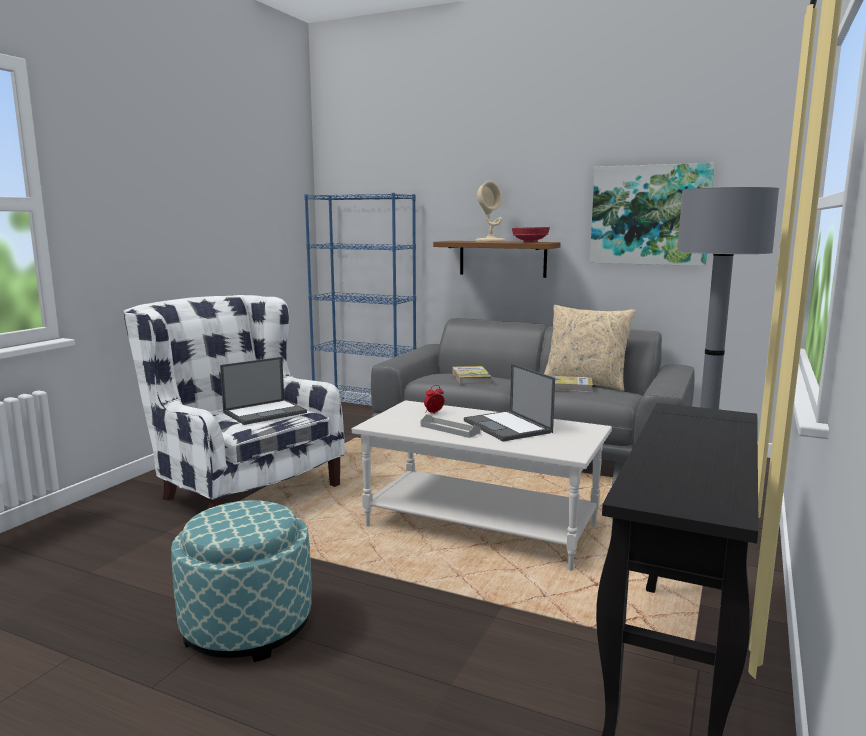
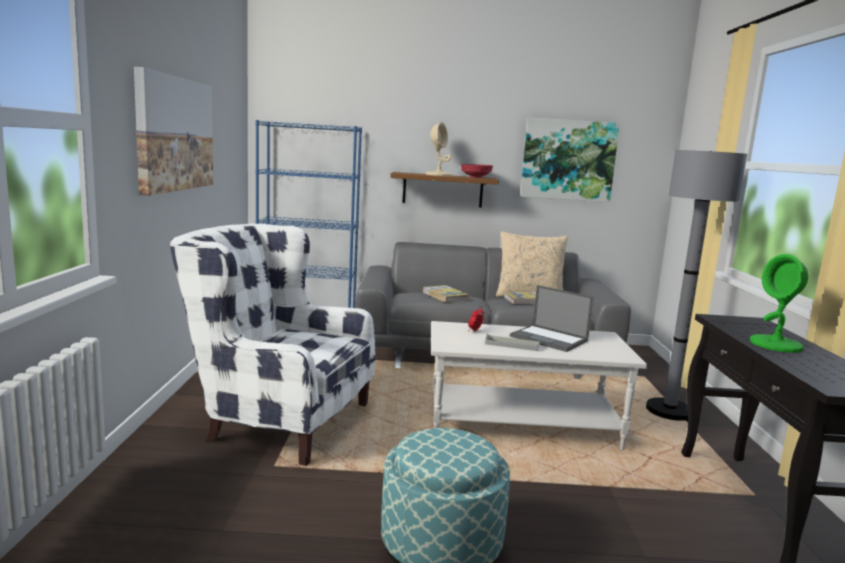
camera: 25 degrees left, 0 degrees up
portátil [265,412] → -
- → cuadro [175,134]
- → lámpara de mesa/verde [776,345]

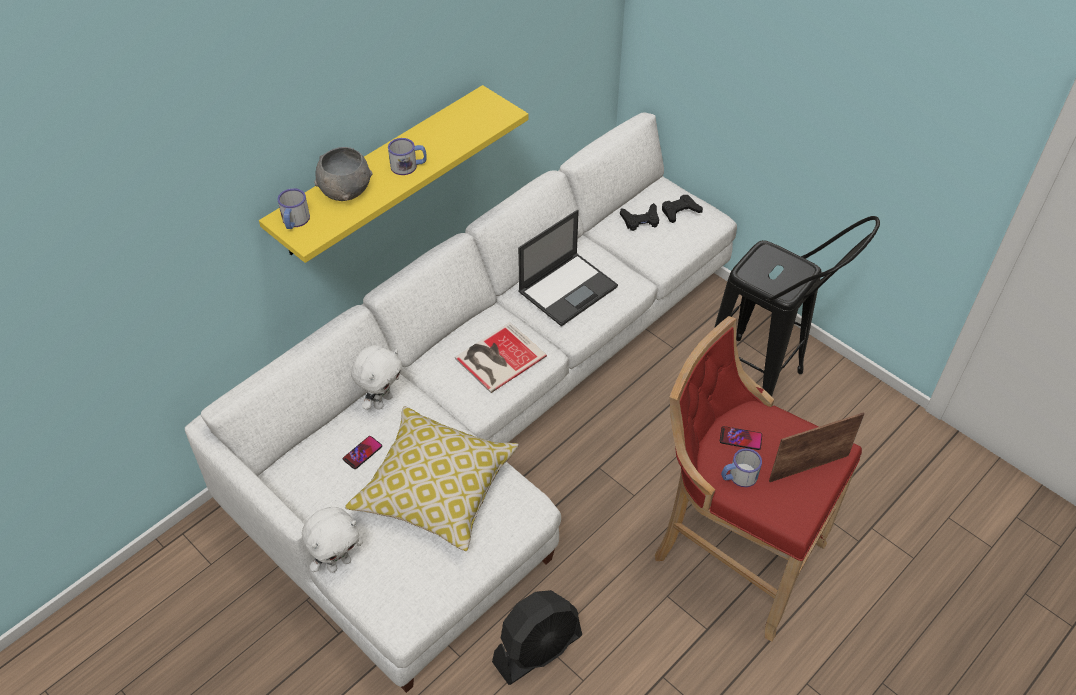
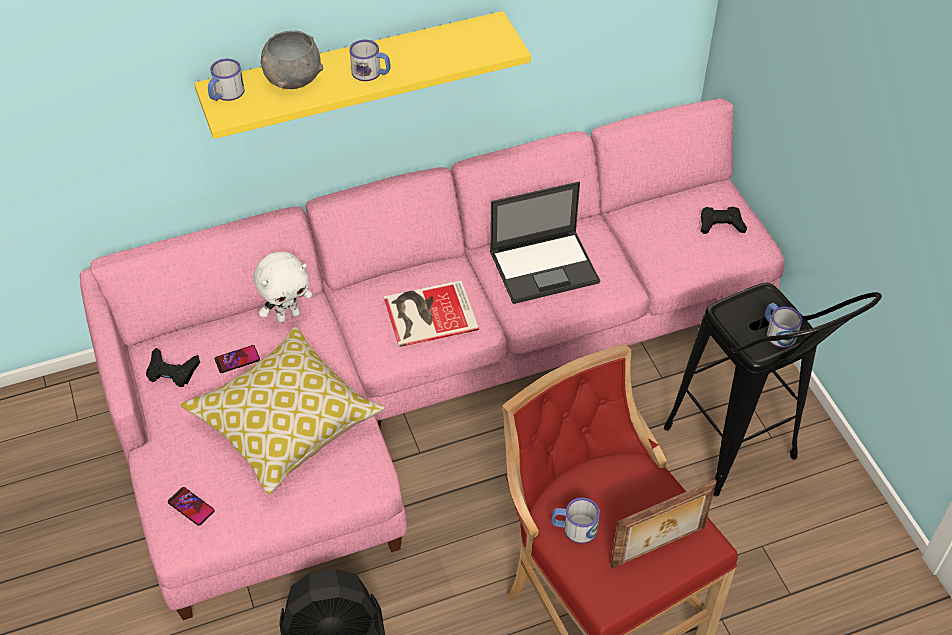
camera: 25 degrees right, 0 degrees up
sofá/blanco [490,411] → sofá/rosa [425,373]
peluche/blanco [339,563] → -
mando de consola/negro [640,220] → mando de consola/negro [172,371], move
móvil [740,438] → móvil [191,507], move
portarretratos [808,467] → portarretratos [659,548], 150 degrees clockwise
- → taza grande [777,332]

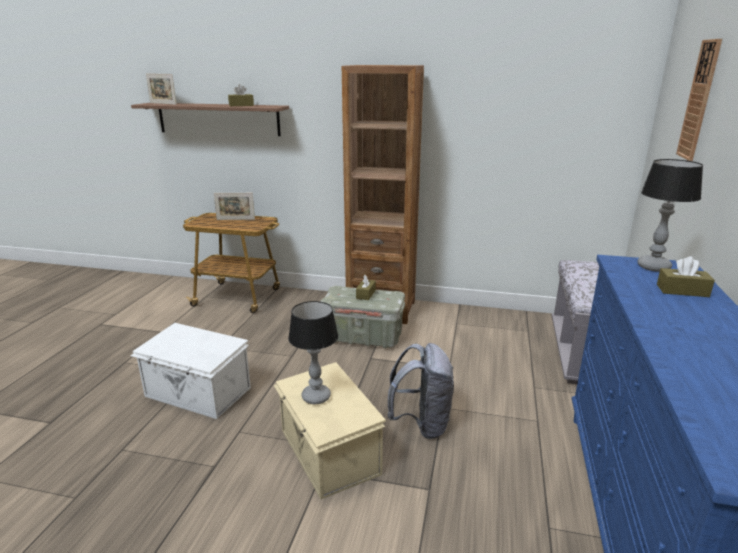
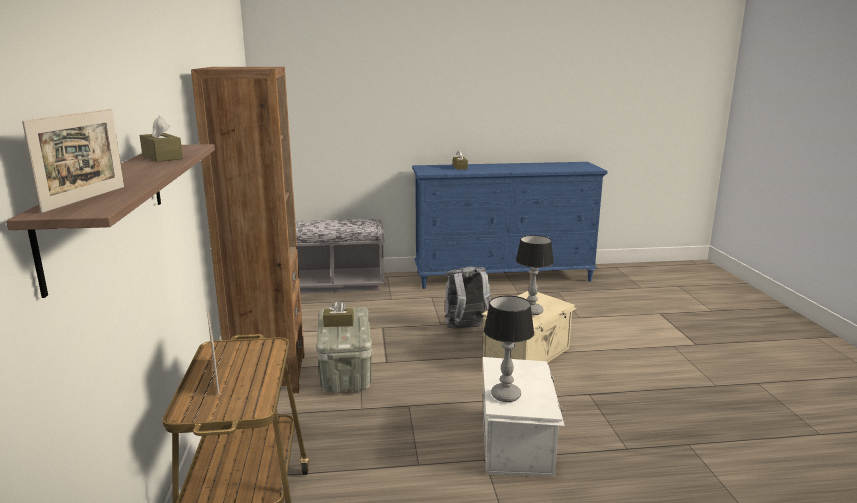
camera: 110 degrees left, 5 degrees down
lámpara de mesa [654,266] → lámpara de mesa [505,395], move
reloj de pared [699,100] → -

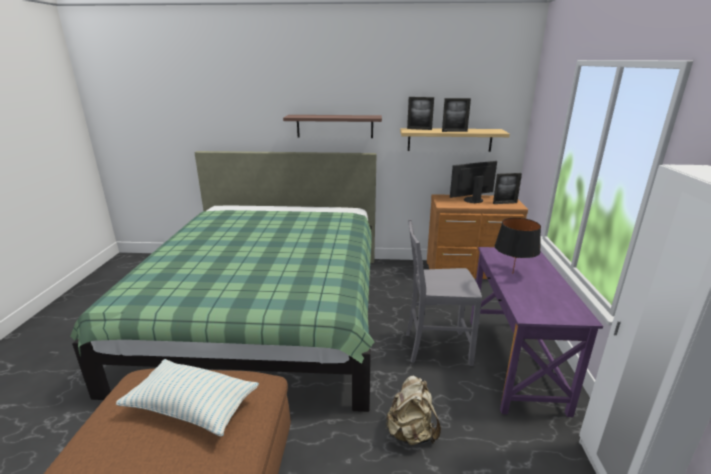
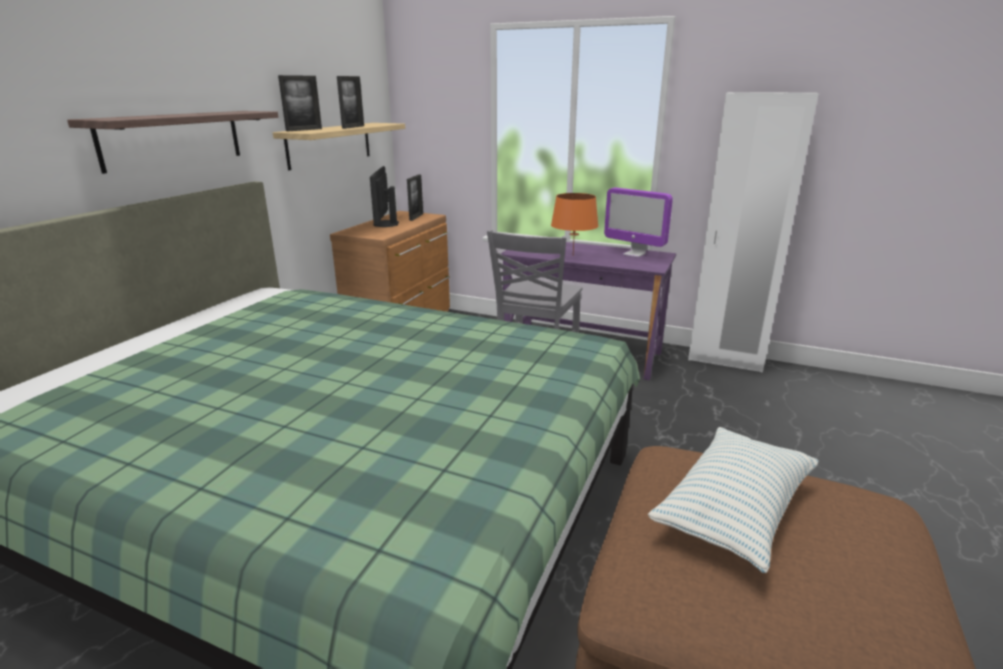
camera: 70 degrees left, 0 degrees up
mochila/beis [411,433] → -
lámpara de mesa/negro [512,273] → lámpara de mesa/naranja [573,255]
- → monitor [634,254]

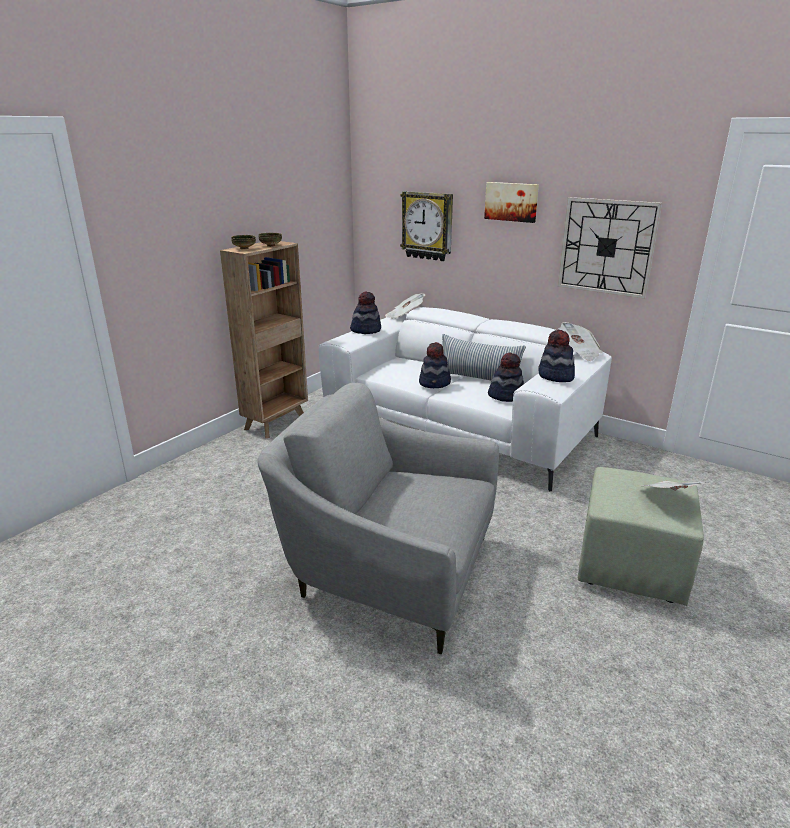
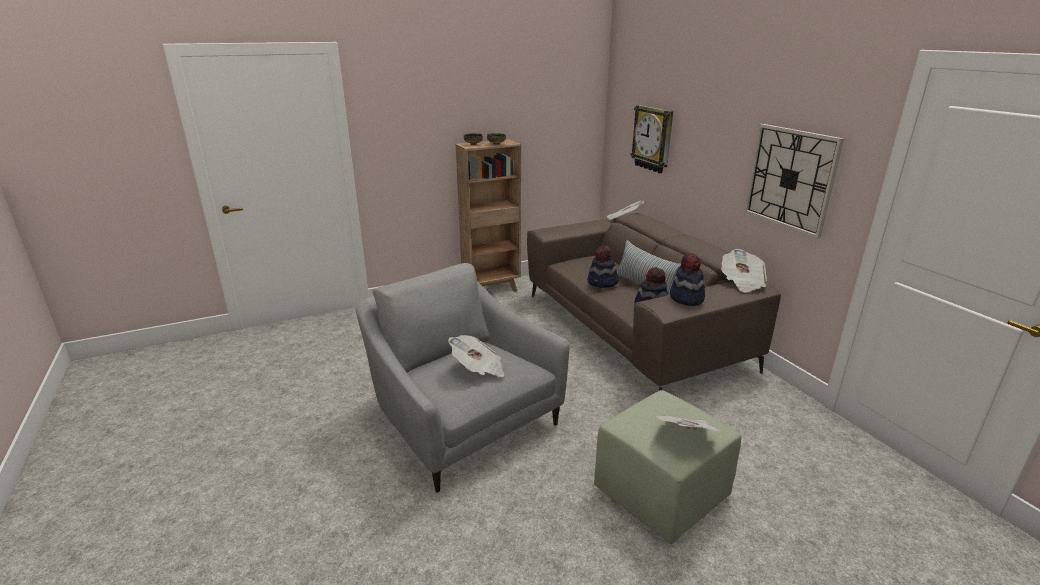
camera: 30 degrees right, 0 degrees up
sofá/blanco [458,428] → sofá/marrón [631,330]
sombrero [366,330] → -
cuadro [511,201] → -
- → periódico [478,369]

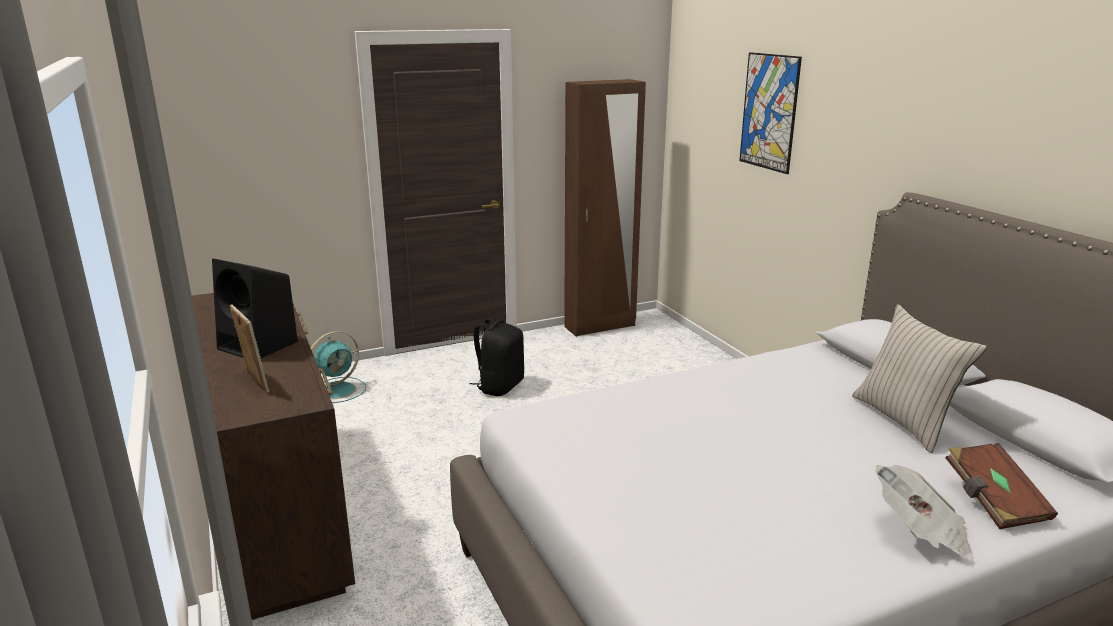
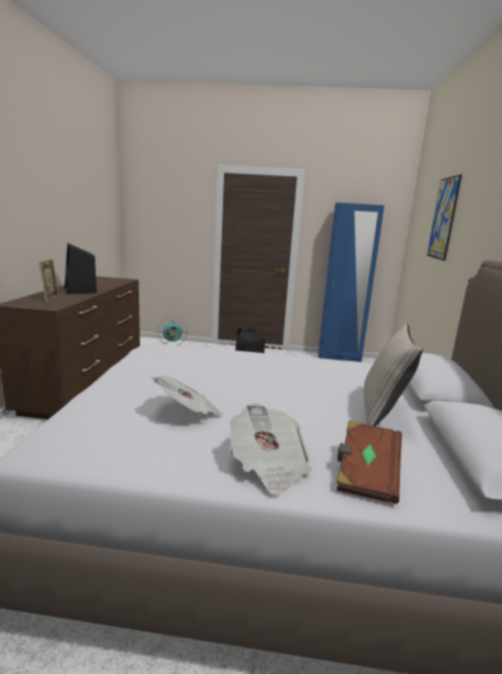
camera: 30 degrees right, 5 degrees down
armario ropero/marrón [600,326] → armario ropero/azul [339,358]
- → periódico [188,412]

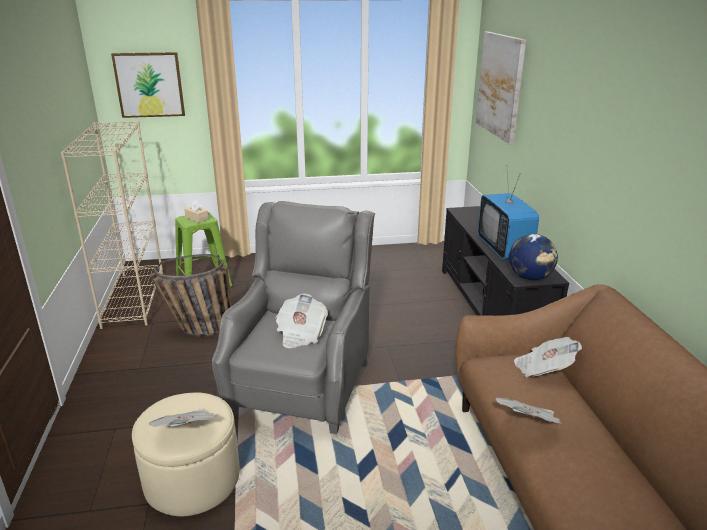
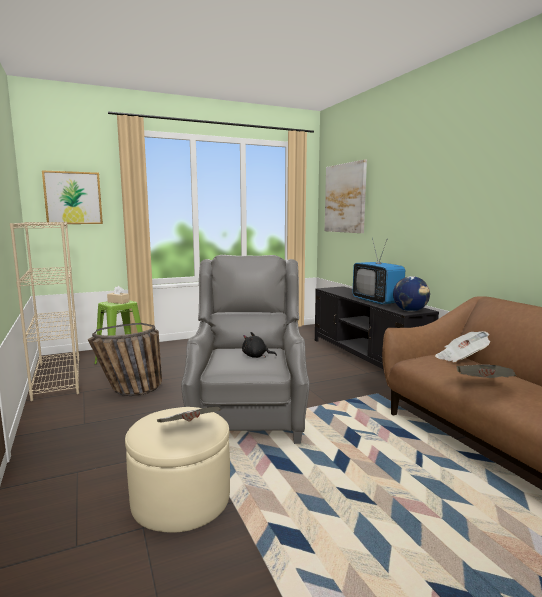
camera: 15 degrees left, 15 degrees down
periódico [300,334] → peluche/negro [256,356]

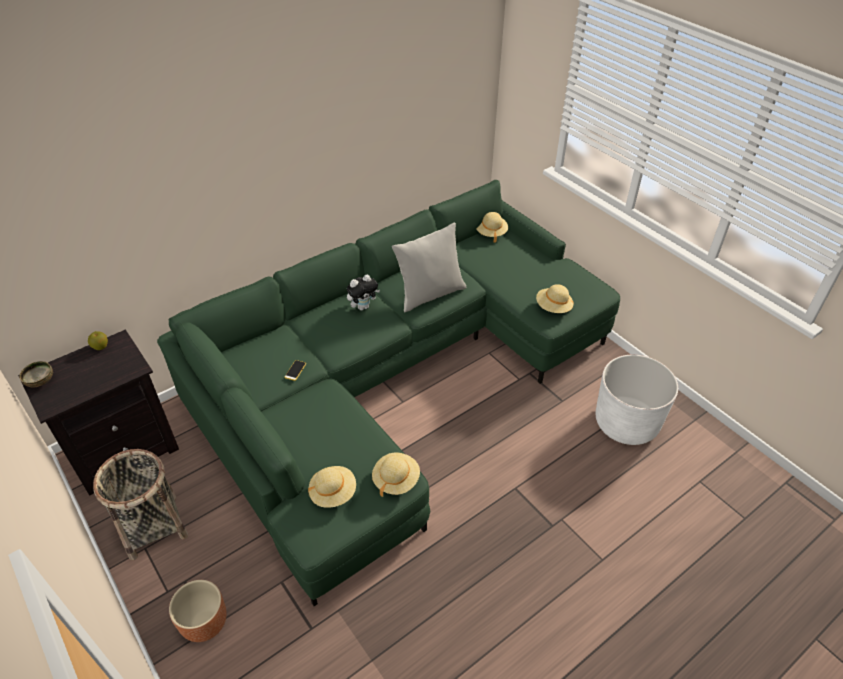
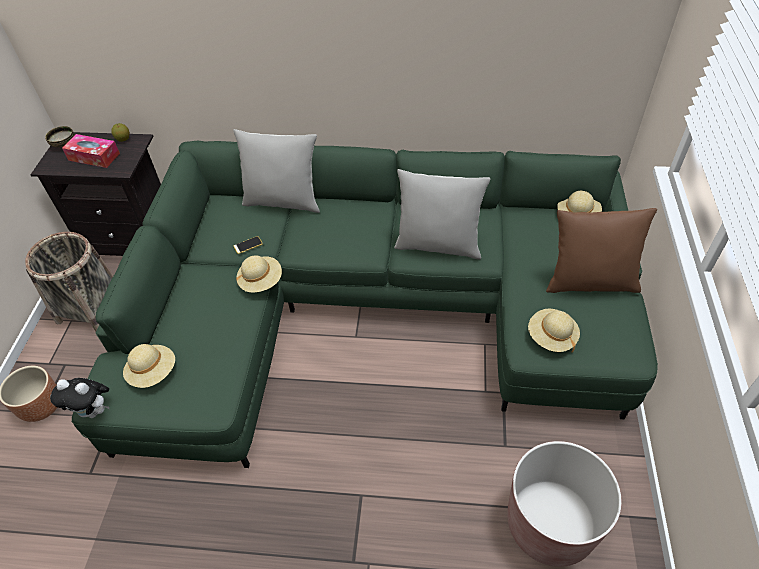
camera: 45 degrees right, 5 degrees up
peluche [363,306] → peluche [94,411], move
sombrero/beis [396,480] → sombrero/beis [261,281], move
maceta/blanco [626,423] → maceta/marrón [550,524]
- → caja de pañuelos [94,157]
- → cojín/gris [283,201]
- → cojín/marrón [590,282]

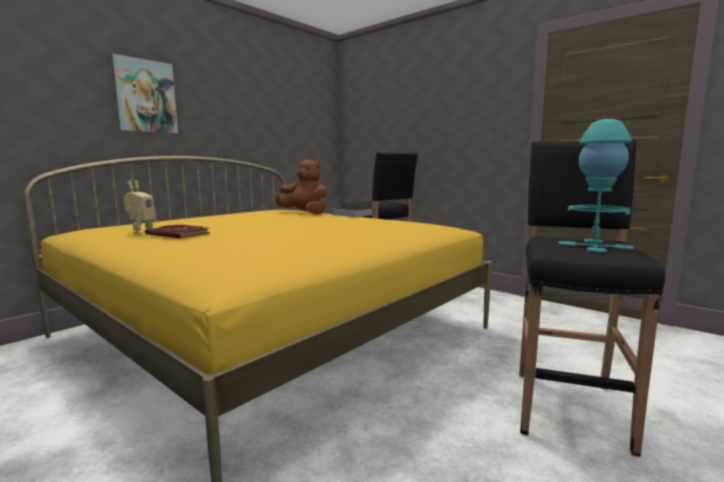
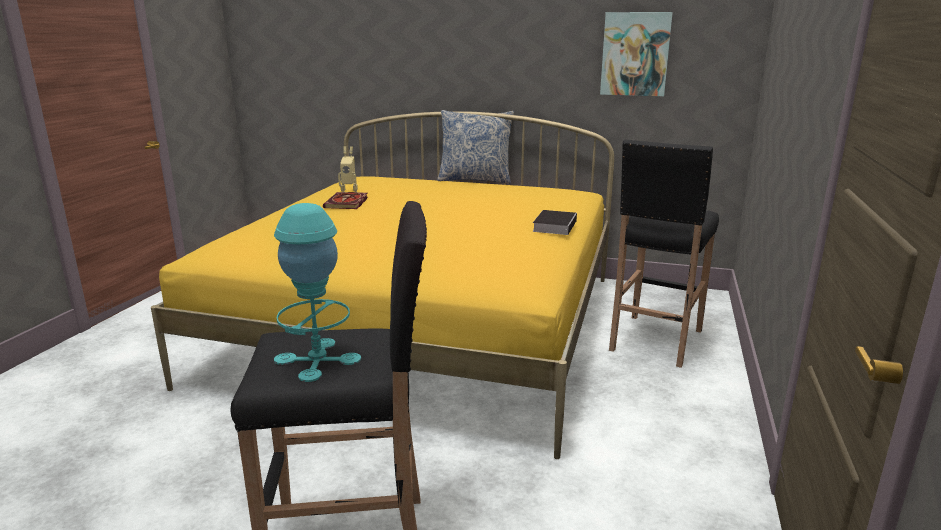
camera: 65 degrees right, 10 degrees up
cuadro [145,96] → cuadro [635,54], move
peluche/marrón [304,213] → -
- → cojín [475,180]

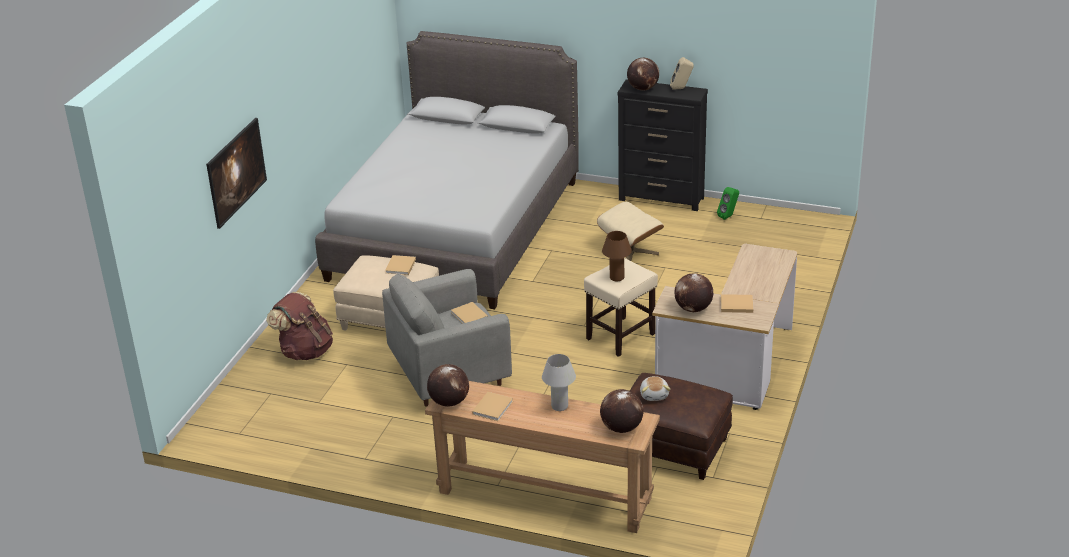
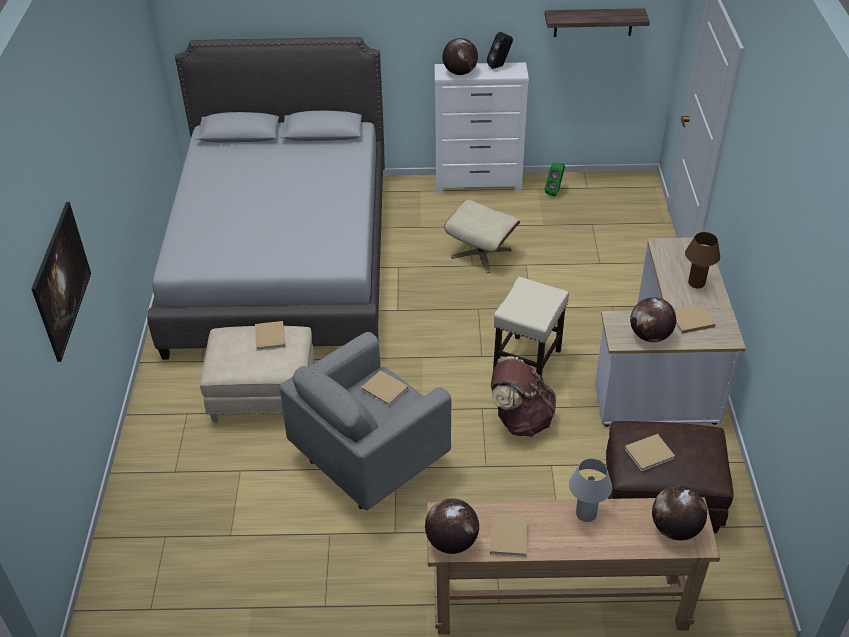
camera: 20 degrees left, 10 degrees up
mochila/marrón [305,351] → mochila/marrón [520,419], move
lámpara de mesa/marrón [617,278] → lámpara de mesa/marrón [696,283], move
cómoda/negro [662,199] → cómoda/blanco [479,183]
peluche [654,395] → libro/beis [650,453]
altavoz/beis [681,88] → altavoz/negro [499,66]
- → estante [593,22]

